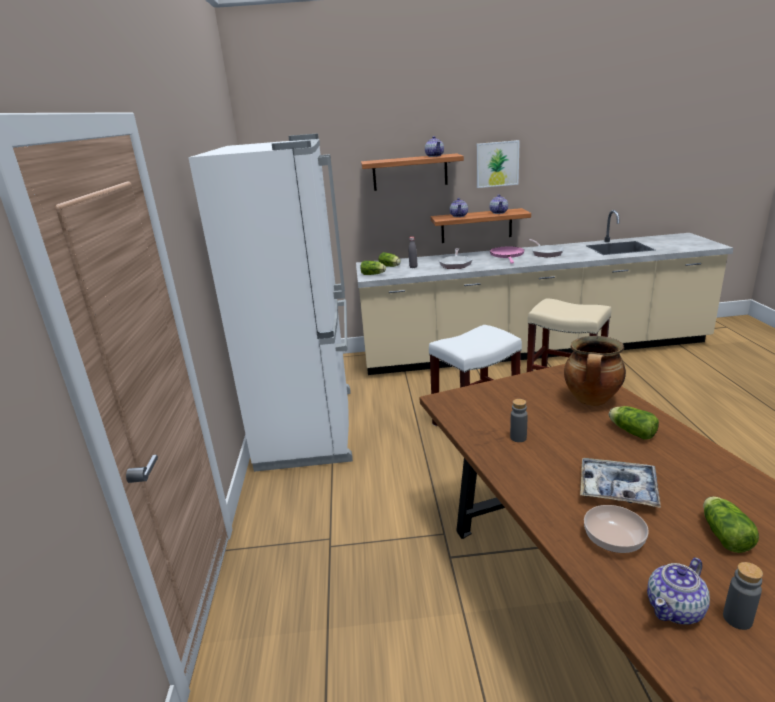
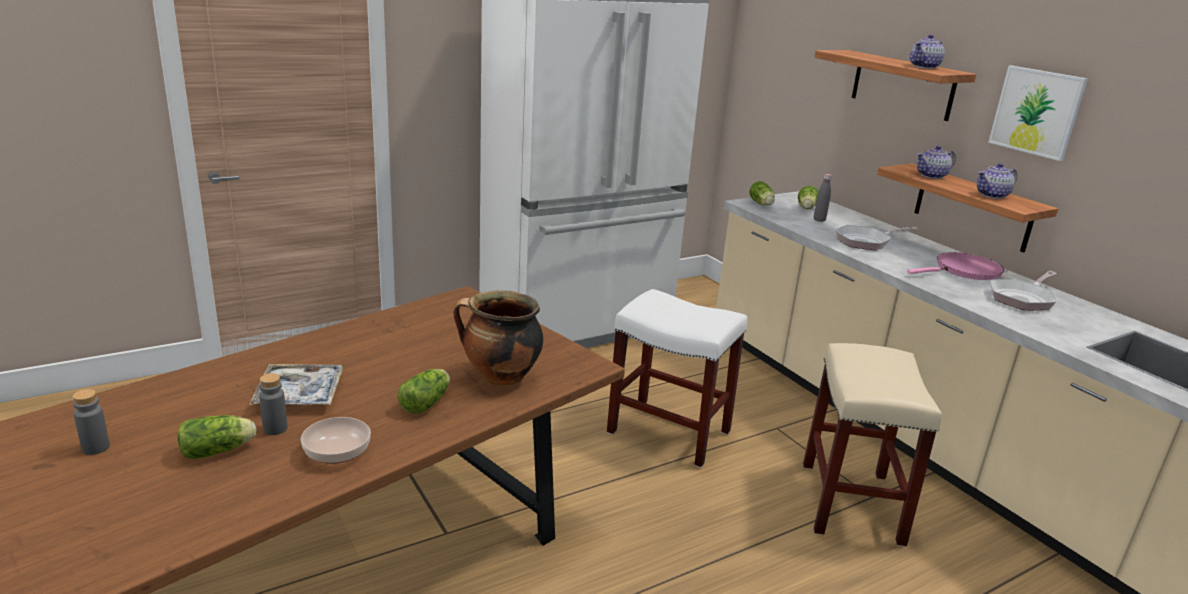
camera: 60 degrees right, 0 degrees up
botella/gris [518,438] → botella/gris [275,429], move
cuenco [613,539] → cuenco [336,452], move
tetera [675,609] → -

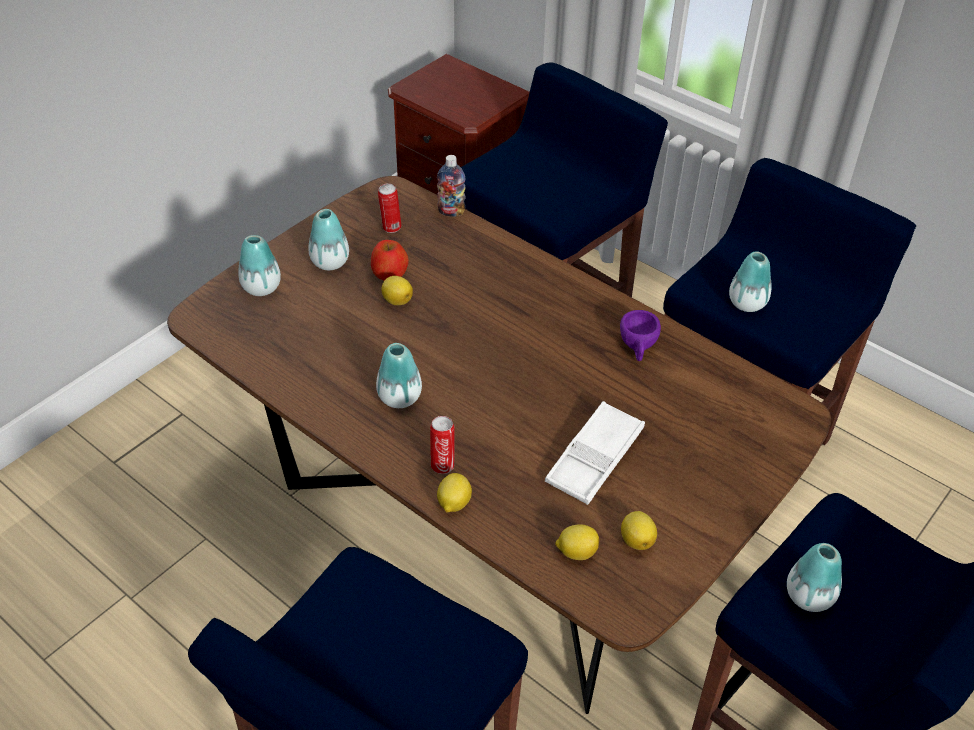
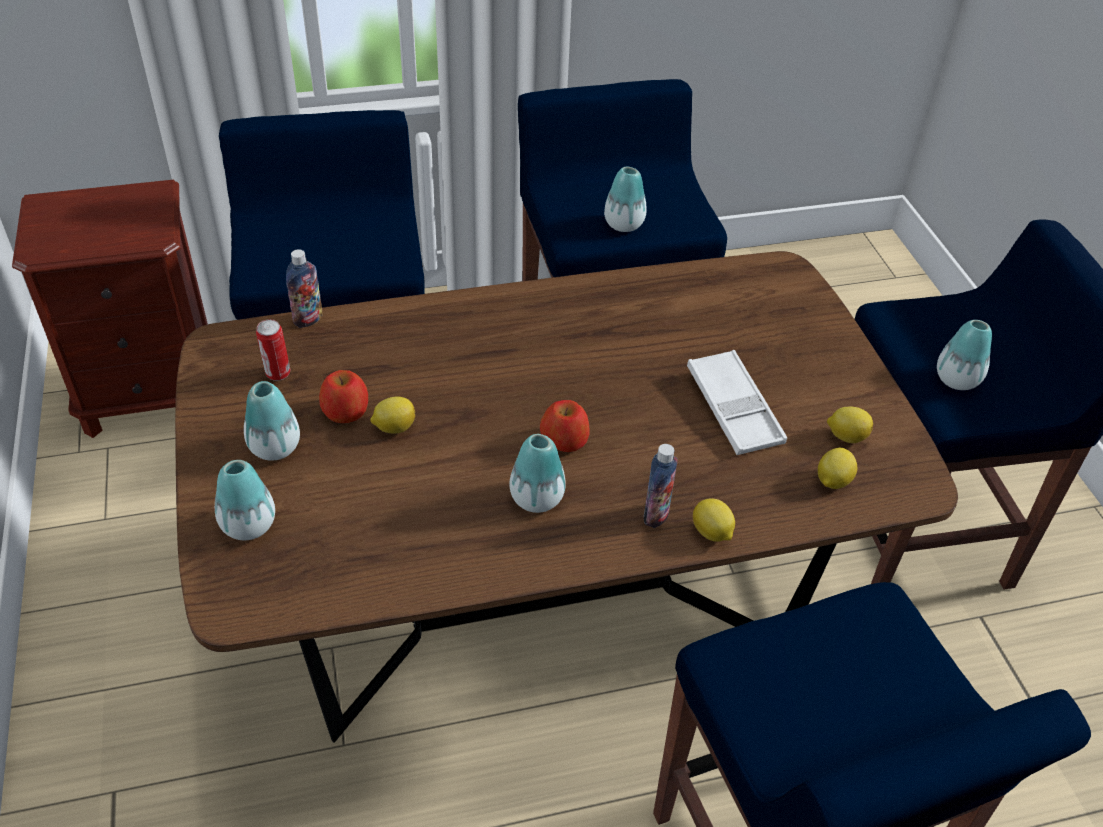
camera: 55 degrees left, 0 degrees up
lata [442,465] → botella [656,514]
taza/morado [638,347] → -
- → manzana [564,440]

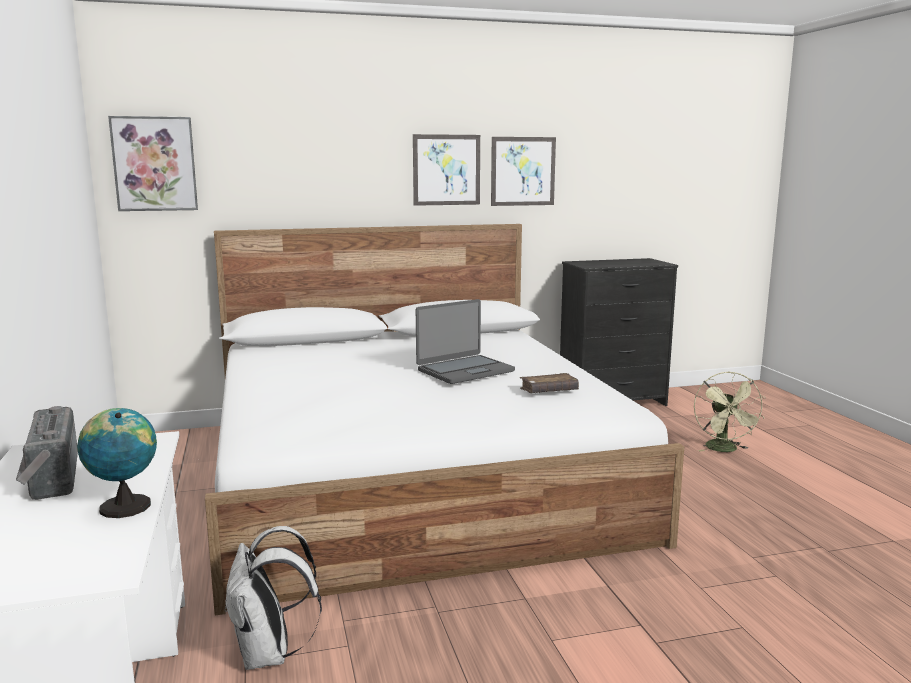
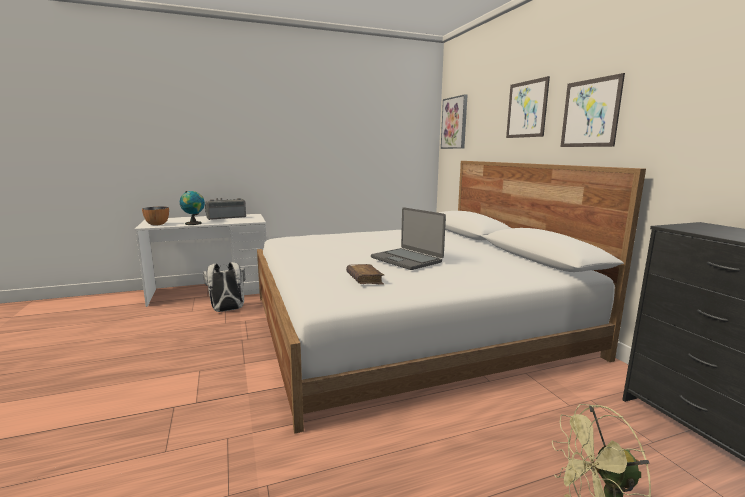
camera: 85 degrees right, 0 degrees up
cuadro [523,171] → cuadro [526,109], move
- → cuenco [157,224]

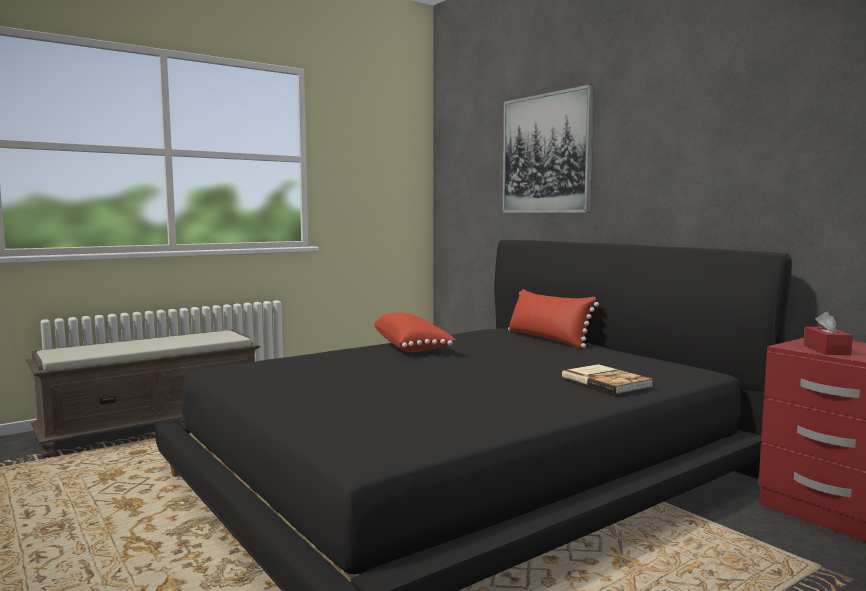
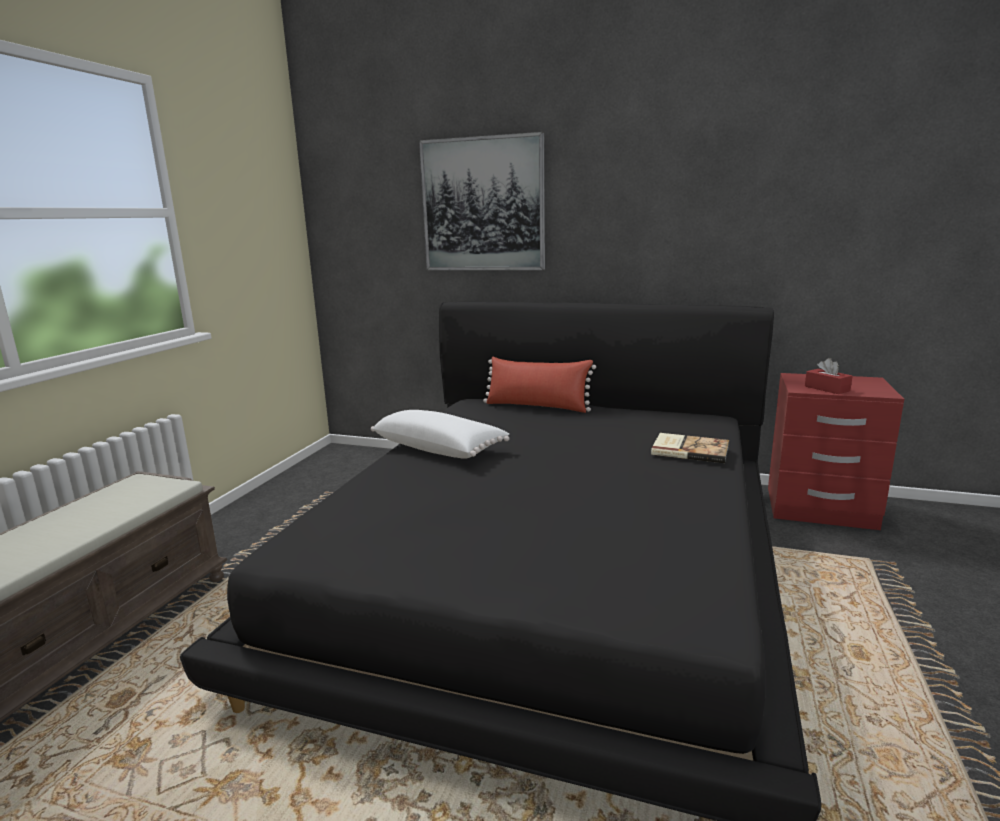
camera: 35 degrees left, 10 degrees up
cojín/rojo [411,347] → cojín/blanco [440,448]

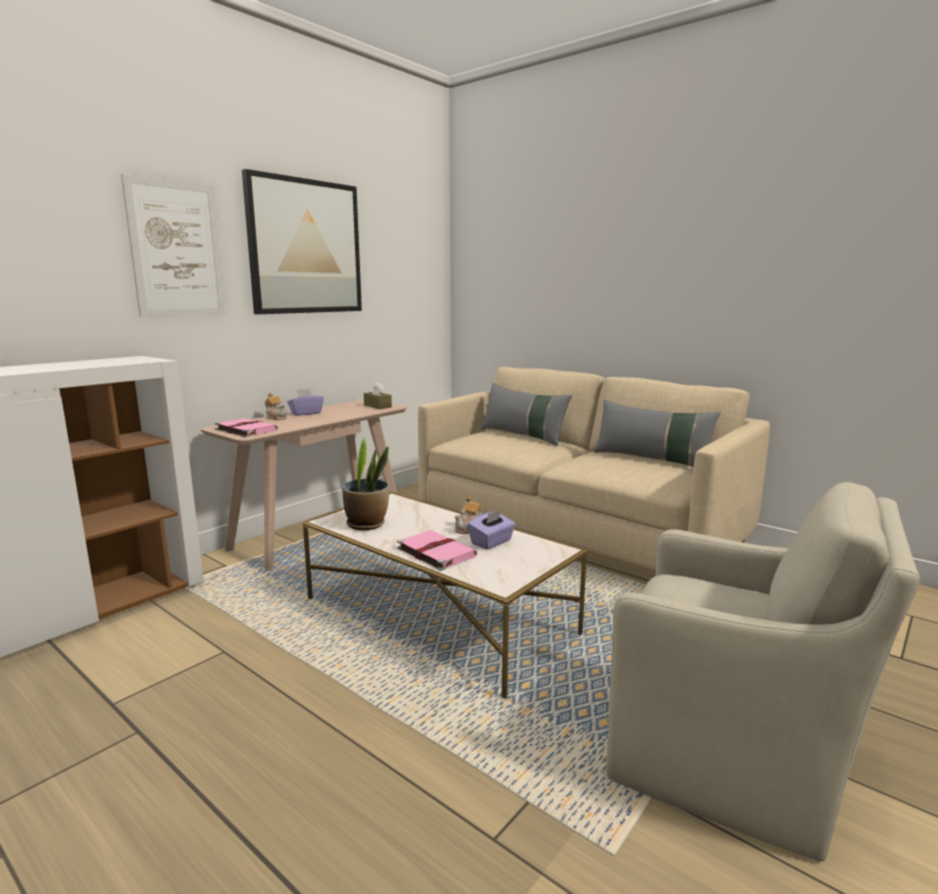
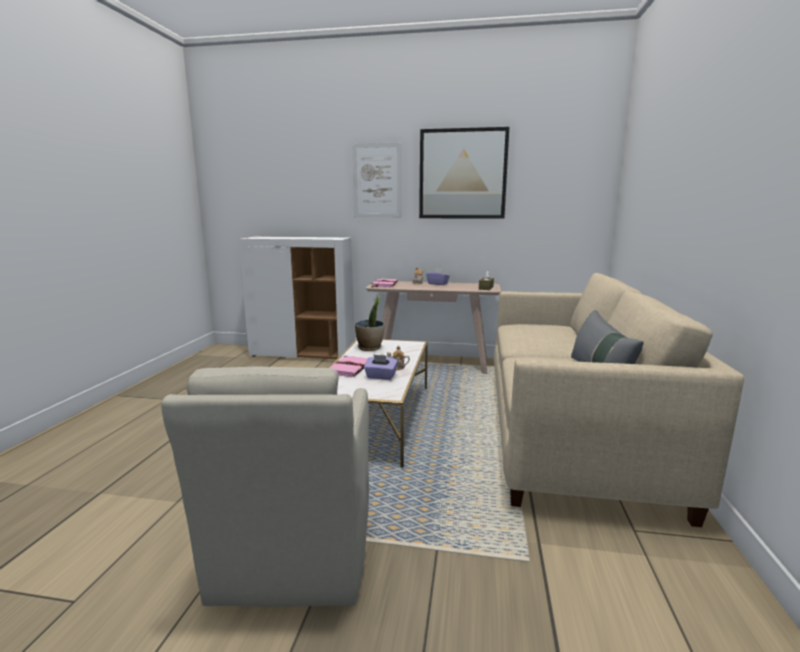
camera: 60 degrees right, 0 degrees up
cojín/gris [523,436] → -

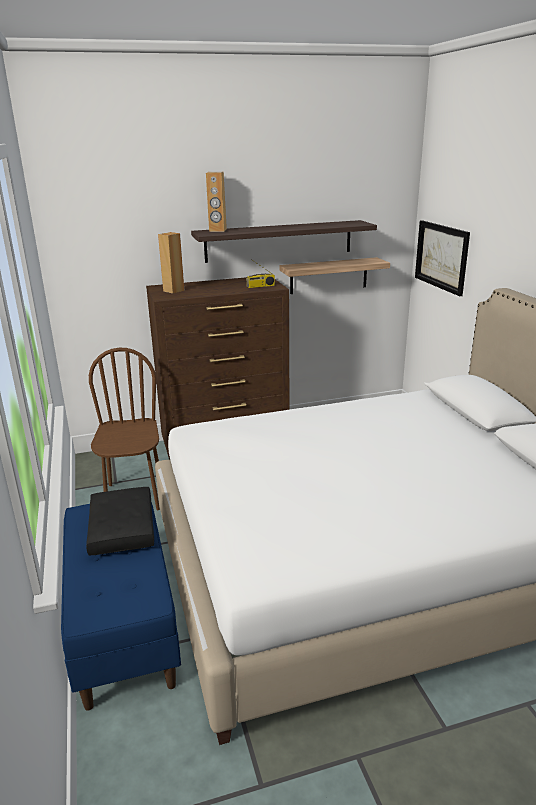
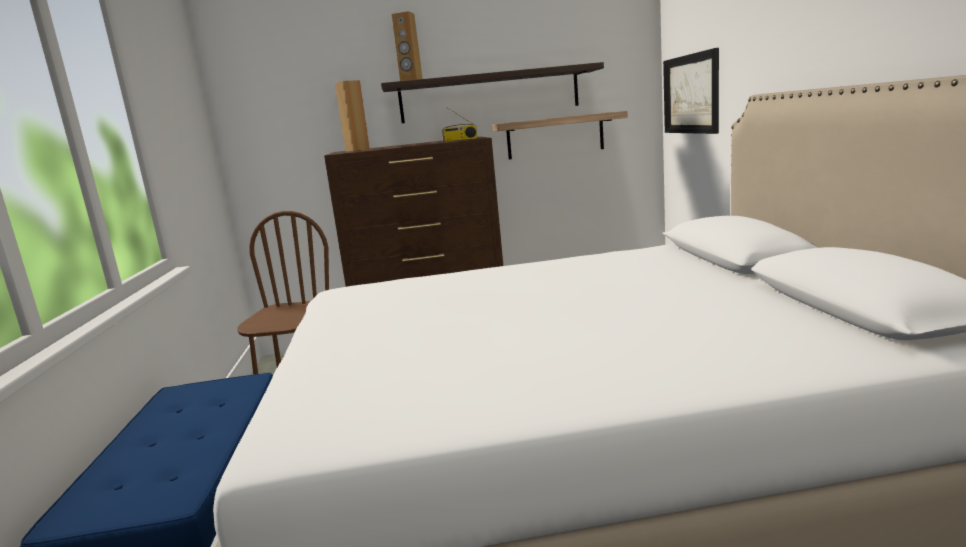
camera: 10 degrees right, 10 degrees down
cojín/negro [123,529] → -

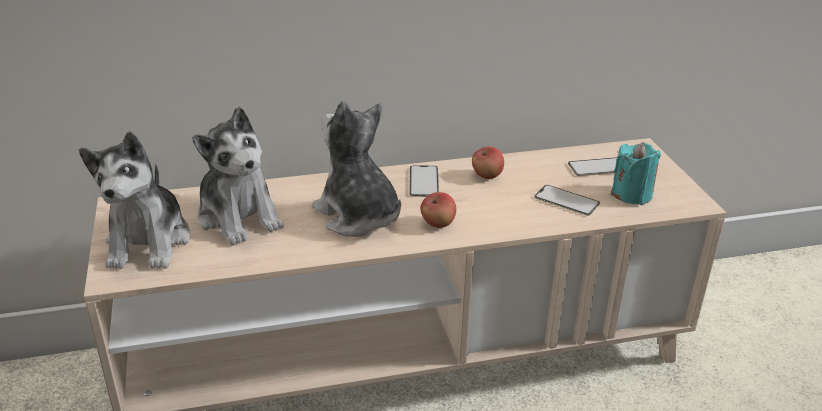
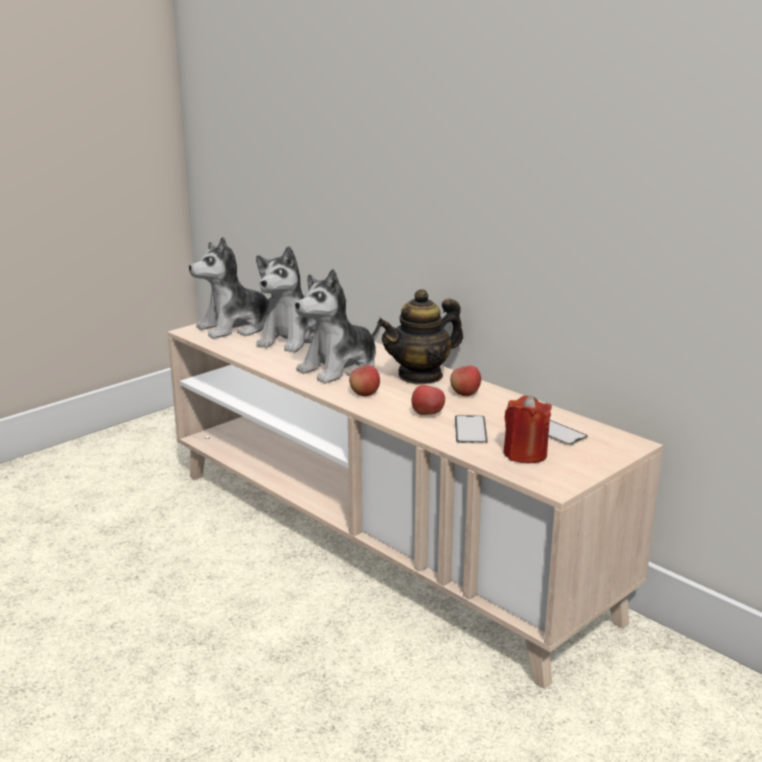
camera: 60 degrees right, 10 degrees down
peluche [358,216] → peluche [340,368], 150 degrees counterclockwise
móvil [424,181] → tetera [420,376]
vela/turquesa [631,194] → vela/rojo [525,454]
- → manzana [427,414]

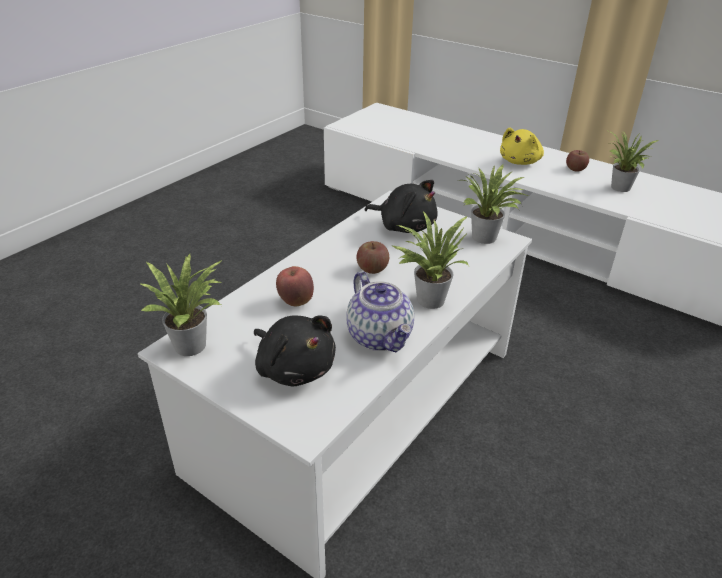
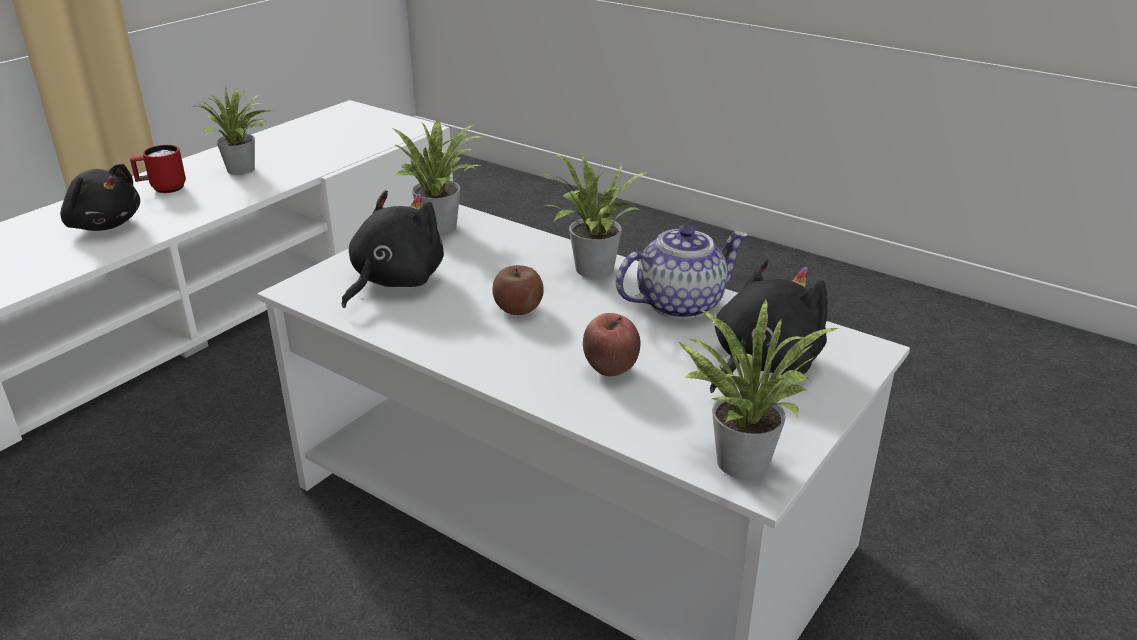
camera: 90 degrees left, 5 degrees down
peluche/amarillo [520,161] → peluche/negro [104,224]
manzana [575,169] → taza grande/rojo [163,189]

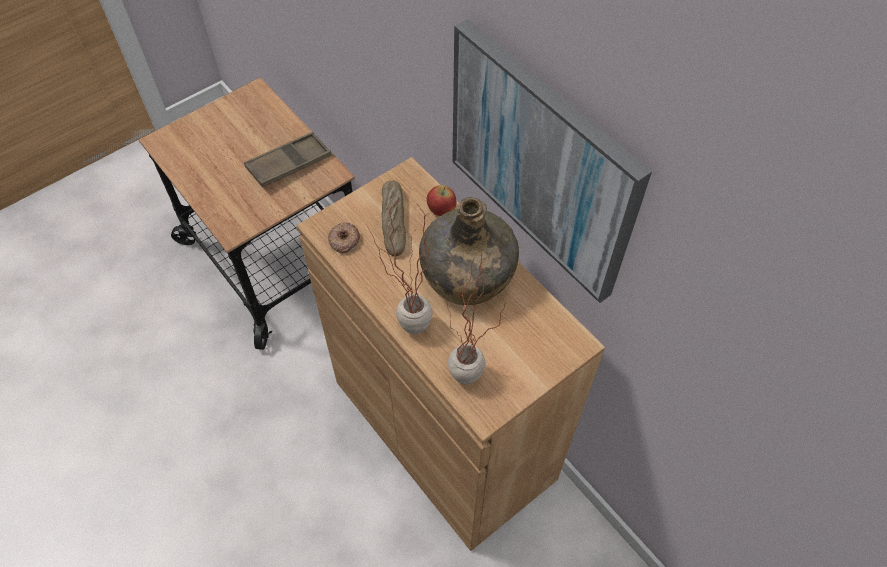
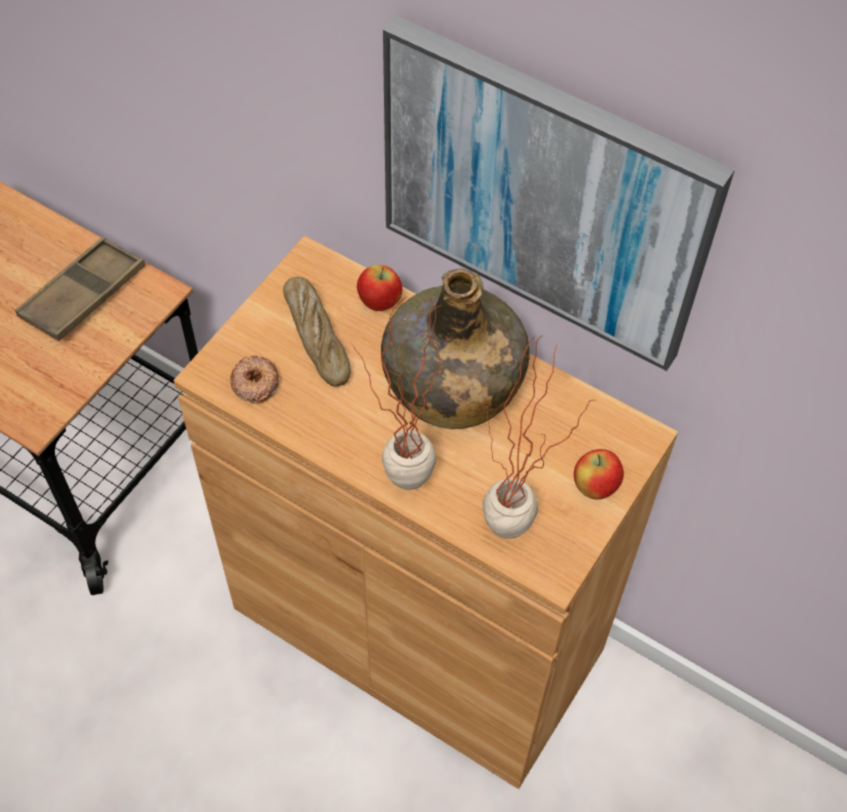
camera: 20 degrees left, 0 degrees up
- → manzana [595,487]

